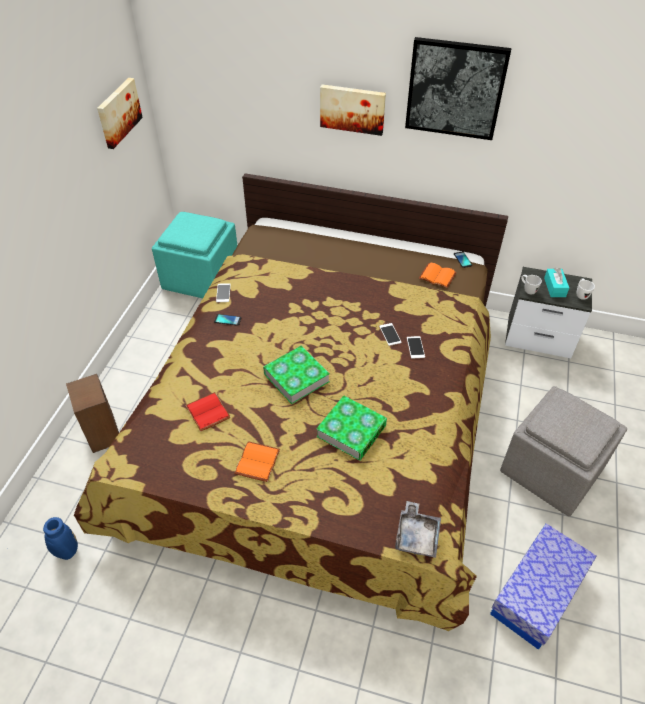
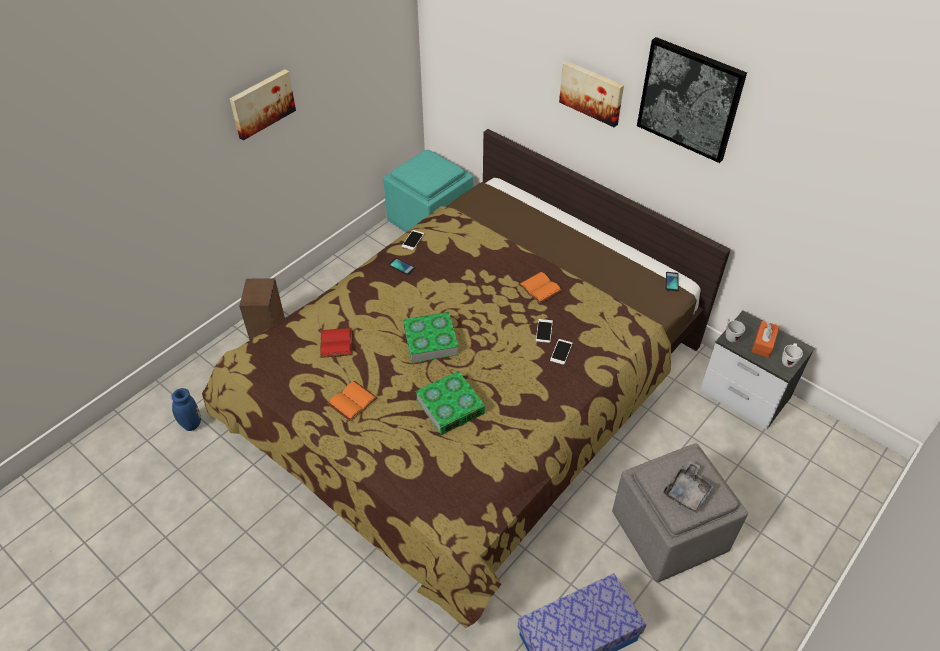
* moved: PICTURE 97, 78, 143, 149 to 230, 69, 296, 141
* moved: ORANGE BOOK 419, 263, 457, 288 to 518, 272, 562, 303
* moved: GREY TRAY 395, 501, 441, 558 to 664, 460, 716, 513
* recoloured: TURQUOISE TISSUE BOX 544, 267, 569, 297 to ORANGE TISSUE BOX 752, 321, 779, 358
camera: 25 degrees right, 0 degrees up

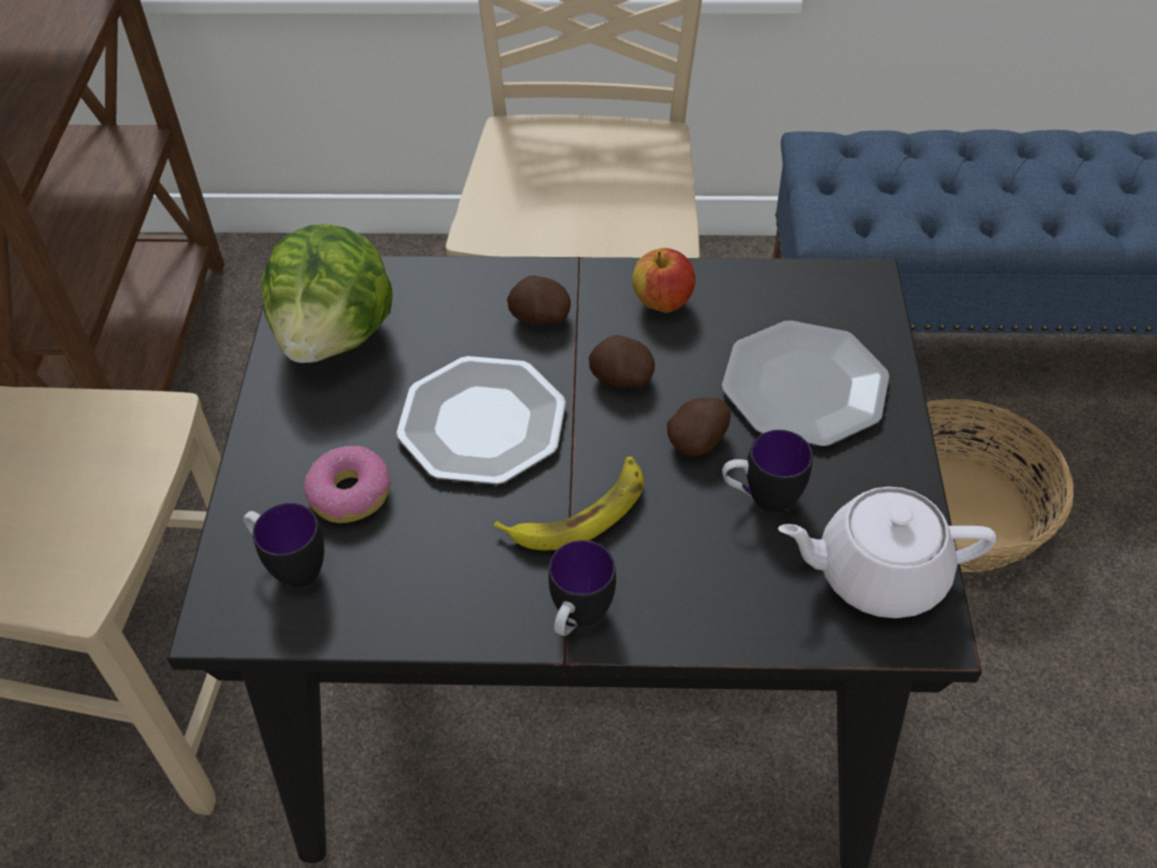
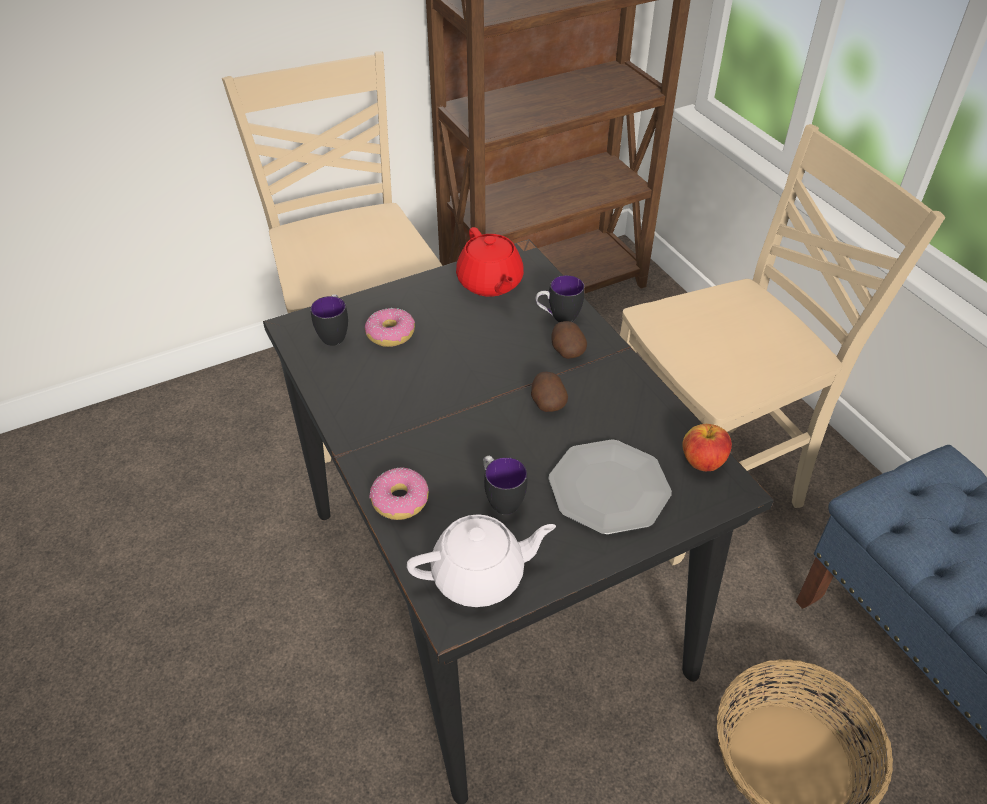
* added: DONUT 369, 468, 429, 520
* turned: WHITE TEAPOT 778, 486, 996, 618 = 407, 514, 556, 607 105 degrees clockwise
* replaced: LETTUCE 261, 224, 393, 363 to RED TEAPOT 456, 227, 524, 297
* moved: MUG 548, 540, 616, 636 to 535, 275, 585, 322
* moved: APPLE 632, 248, 695, 313 to 682, 424, 732, 471
* removed: PLATE 396, 356, 566, 485
* removed: BANANA 494, 456, 644, 551
* removed: POTATO 667, 398, 731, 456
camera: 60 degrees right, 5 degrees down

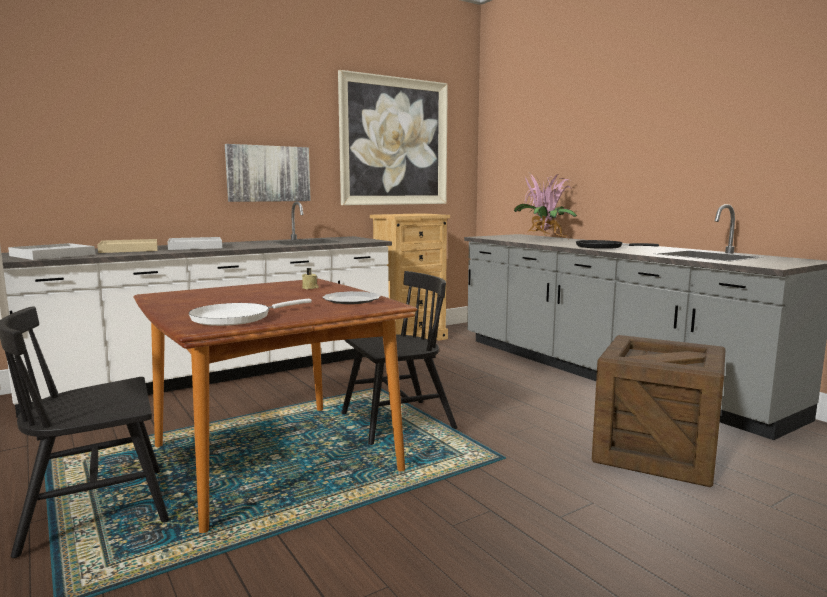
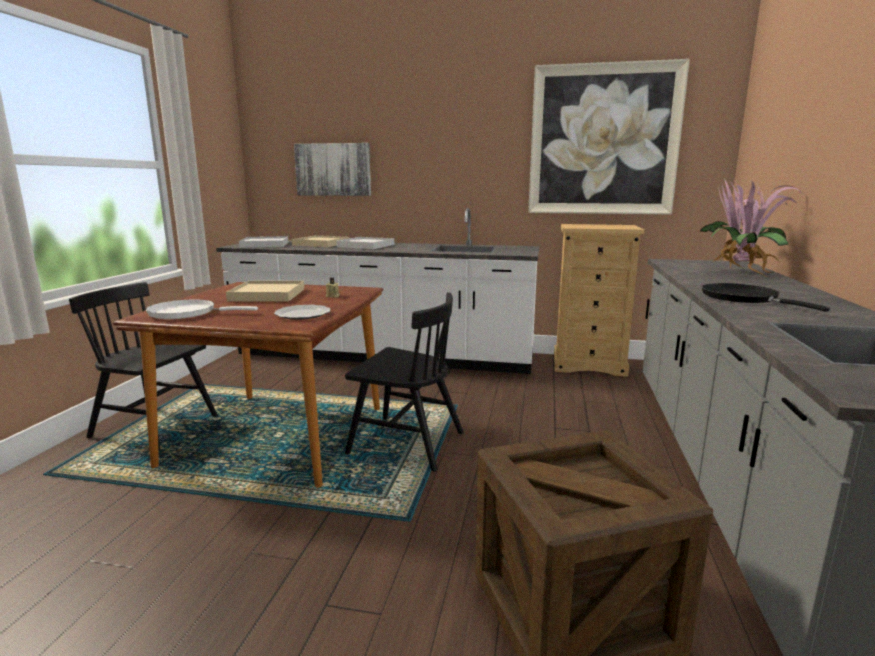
* added: BEIGE TRAY 226, 281, 304, 302
* moved: PICTURE 225, 144, 311, 202 to 294, 143, 371, 196
camera: 45 degrees right, 5 degrees up

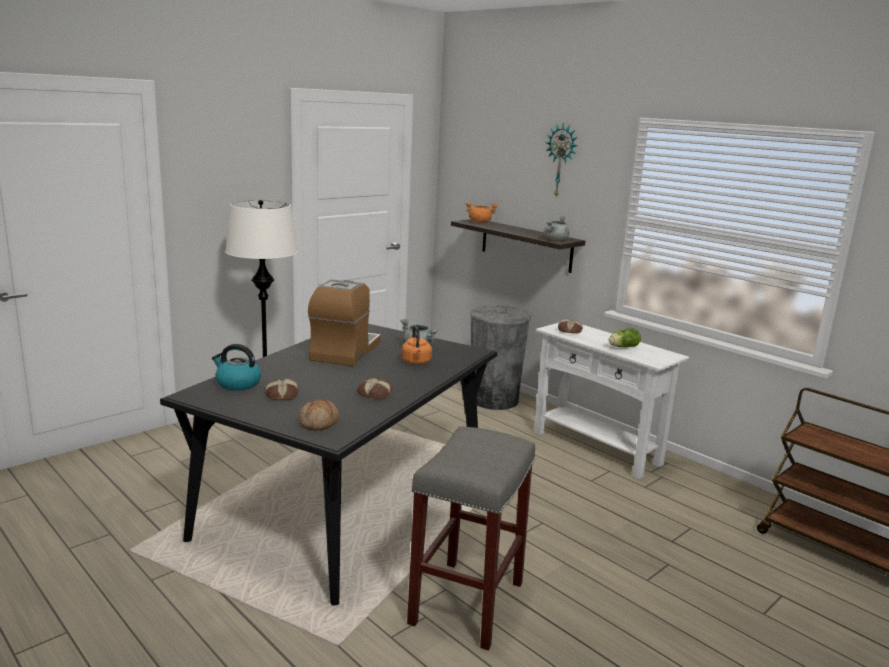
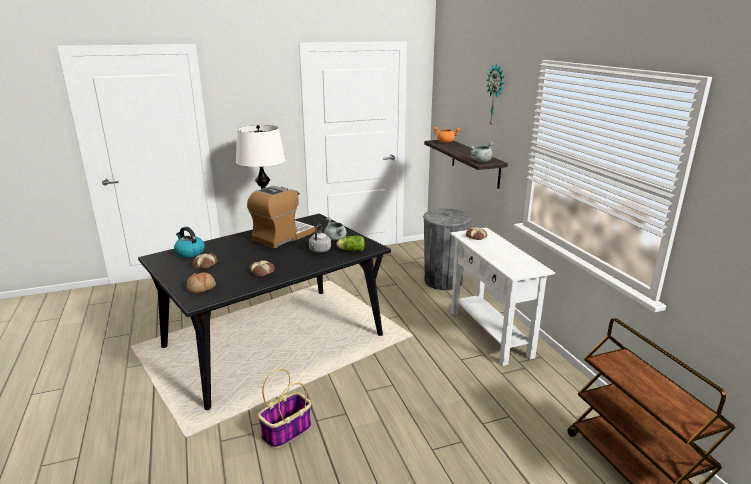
* replaced: GREY STOOL 407, 426, 535, 651 to BASKET 258, 369, 311, 448
* recoloured: ORANGE KETTLE 402, 325, 432, 364 to GREY KETTLE 309, 224, 331, 253
* moved: LETTUCE 608, 328, 641, 347 to 337, 236, 365, 251
camera: 25 degrees right, 5 degrees up

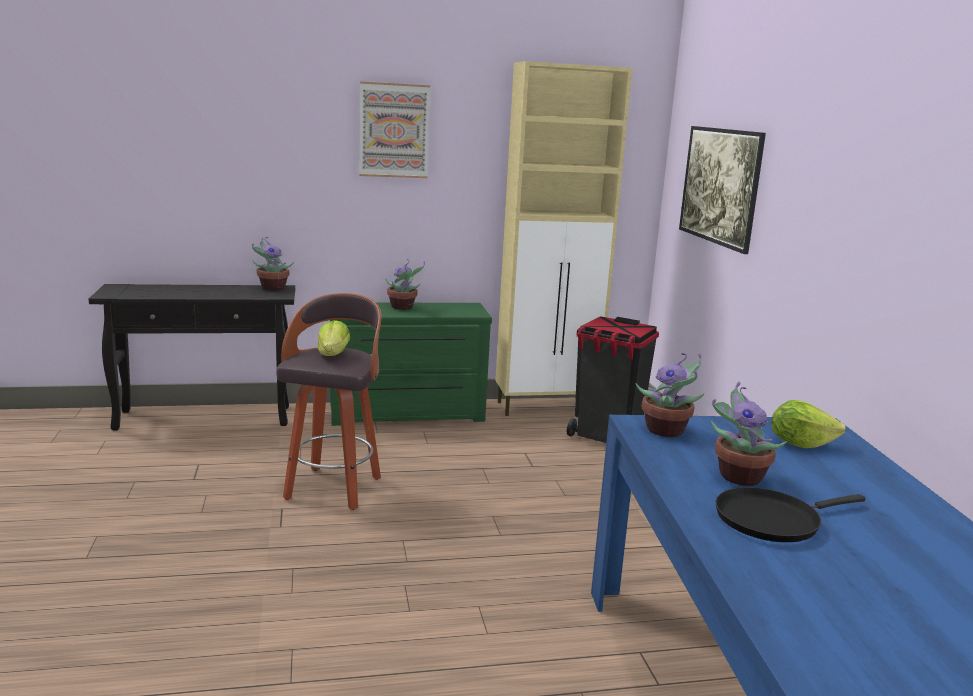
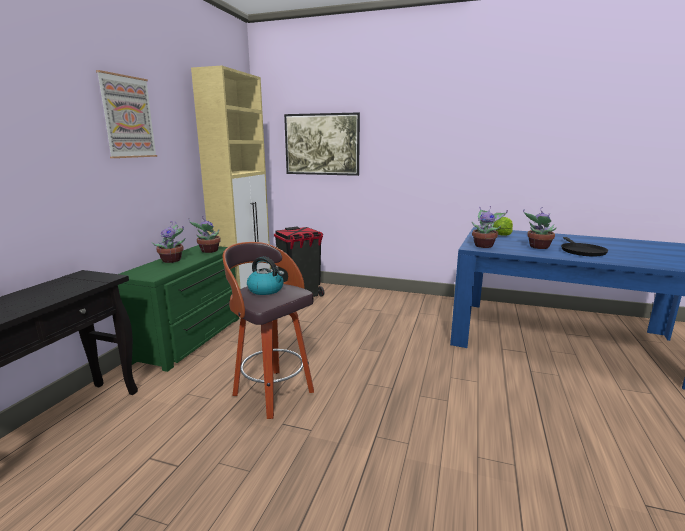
* moved: POTTED PLANT 252, 237, 294, 290 to 188, 216, 221, 253
* replaced: LETTUCE 317, 320, 350, 356 to KETTLE 247, 257, 285, 295
camera: 60 degrees left, 0 degrees up

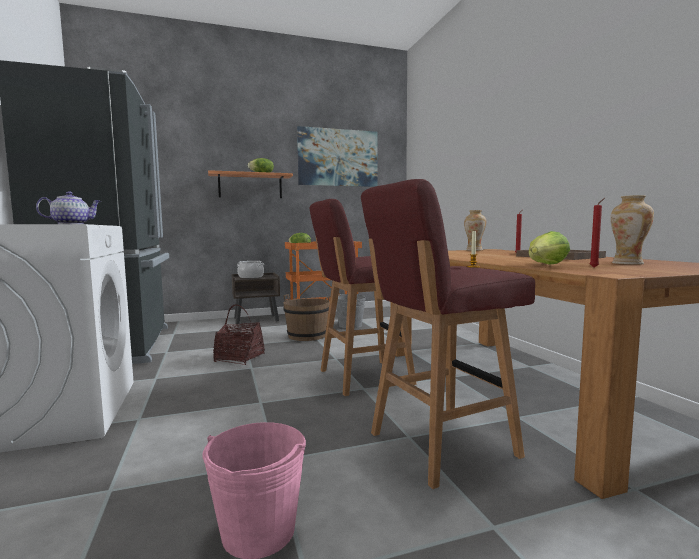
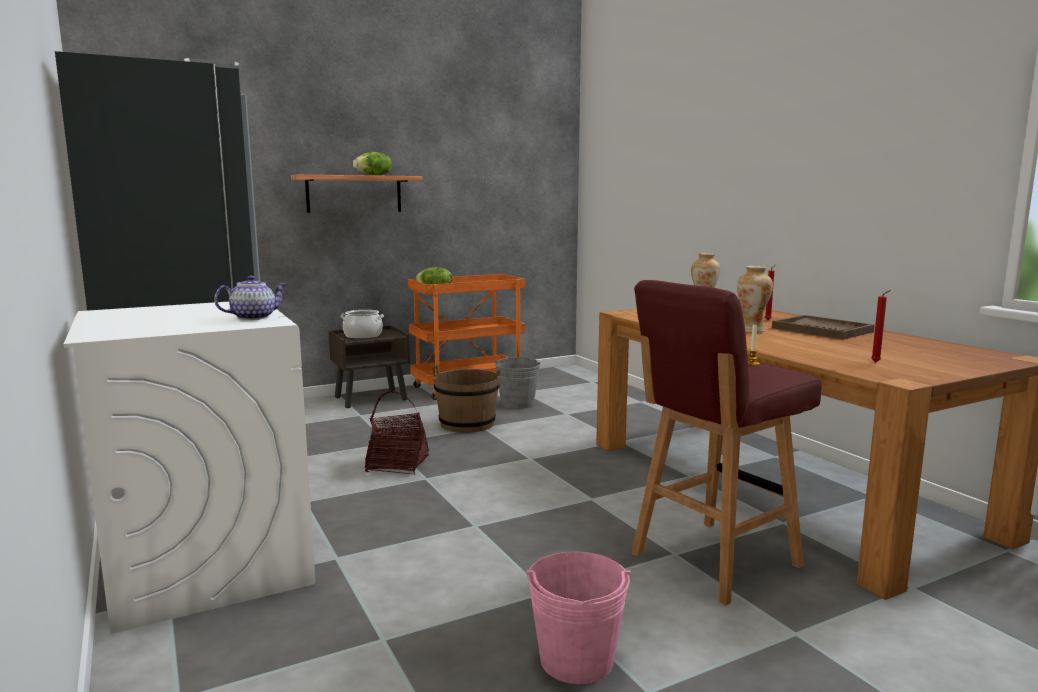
* moved: VASE 610, 195, 654, 265 to 737, 266, 773, 332
* removed: PICTURE 297, 126, 378, 187
* removed: RED STOOL 309, 199, 417, 396
* removed: LETTUCE 529, 231, 570, 265
camera: 10 degrees left, 5 degrees up

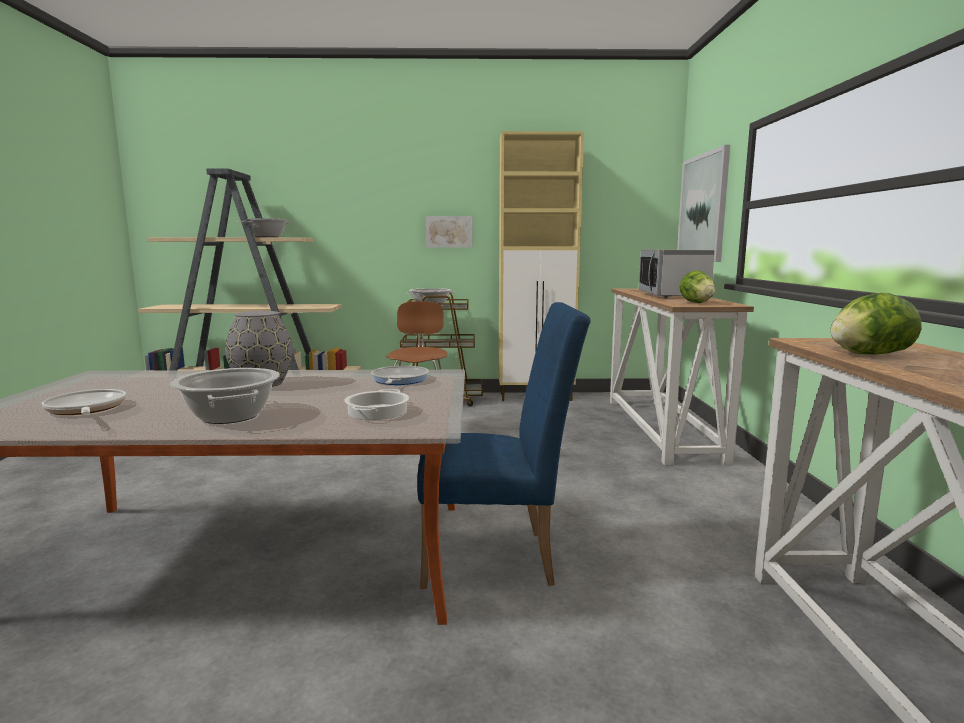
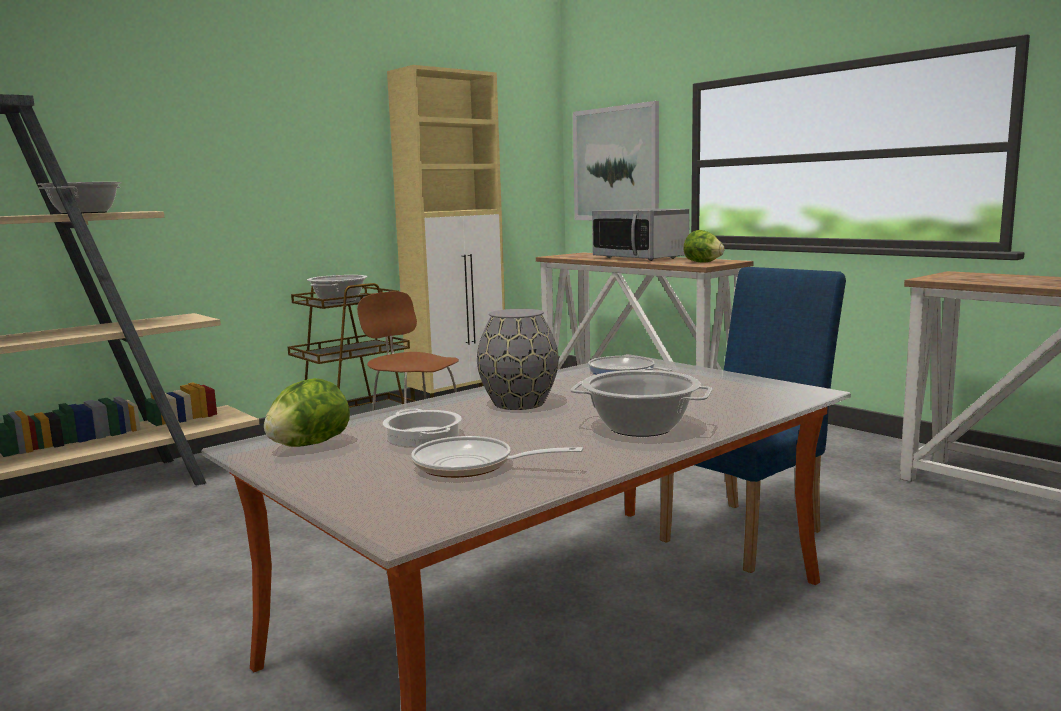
* moved: LETTUCE 830, 293, 922, 355 to 264, 378, 350, 447
* moved: COOKING POT 344, 389, 409, 420 to 383, 409, 462, 447
* removed: PICTURE 426, 216, 472, 248
camera: 40 degrees left, 0 degrees up

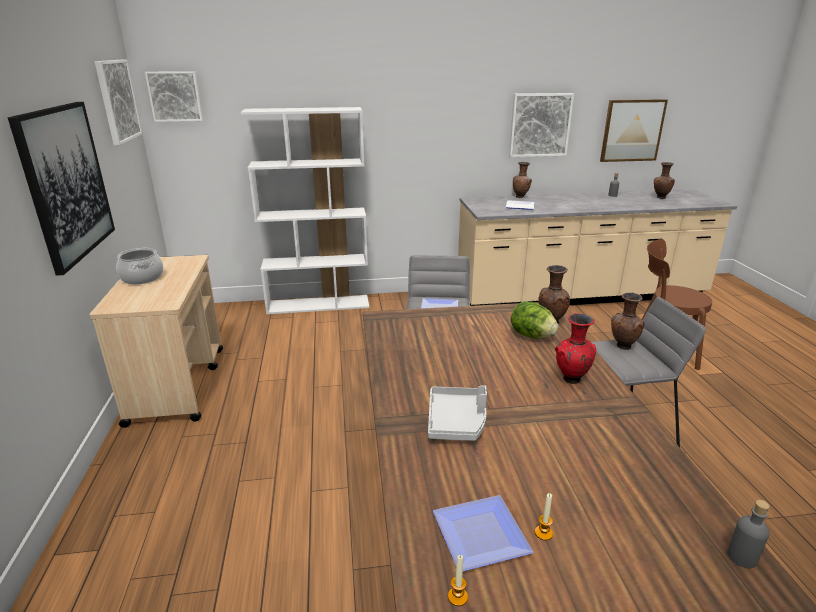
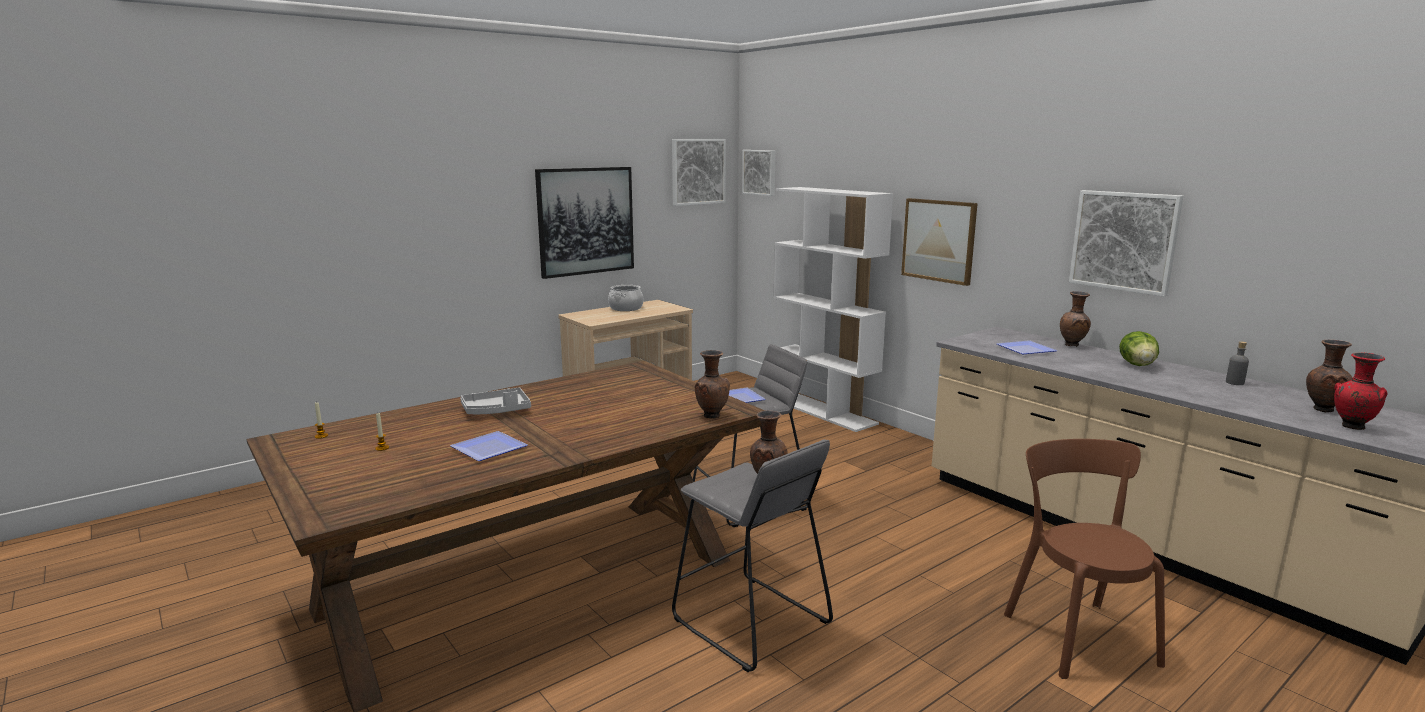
* moved: PLATE 433, 495, 533, 571 to 450, 431, 528, 461
* moved: PICTURE 600, 99, 668, 162 to 901, 198, 978, 286
* moved: LETTUCE 511, 301, 559, 339 to 1119, 331, 1159, 366
* moved: RED VASE 555, 313, 596, 384 to 1334, 352, 1388, 430
* removed: GREY BOTTLE 727, 500, 770, 568
camera: 60 degrees right, 10 degrees down

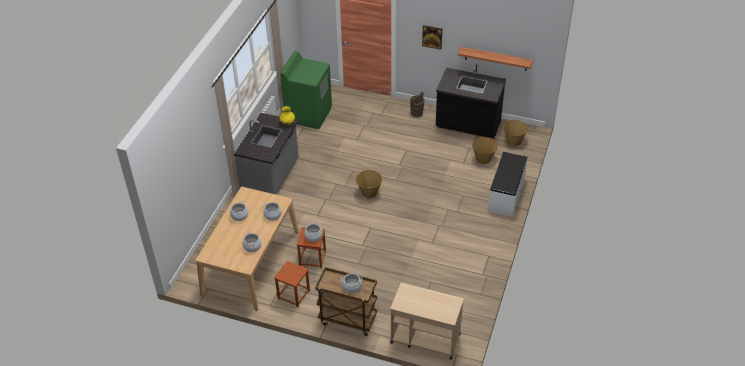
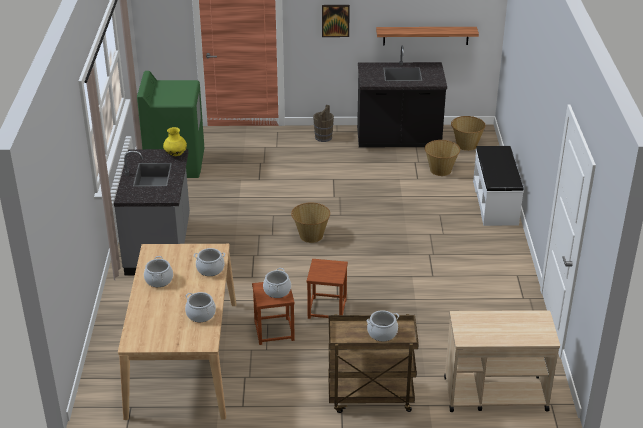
* moved: BROWN STOOL 274, 261, 310, 307 to 307, 259, 348, 319
camera: 20 degrees left, 10 degrees down

